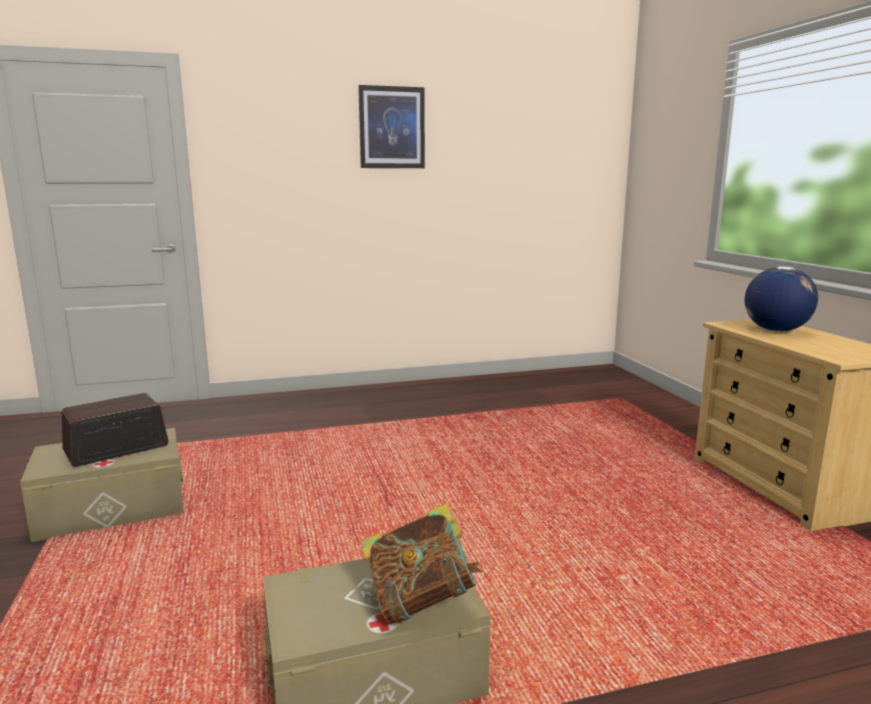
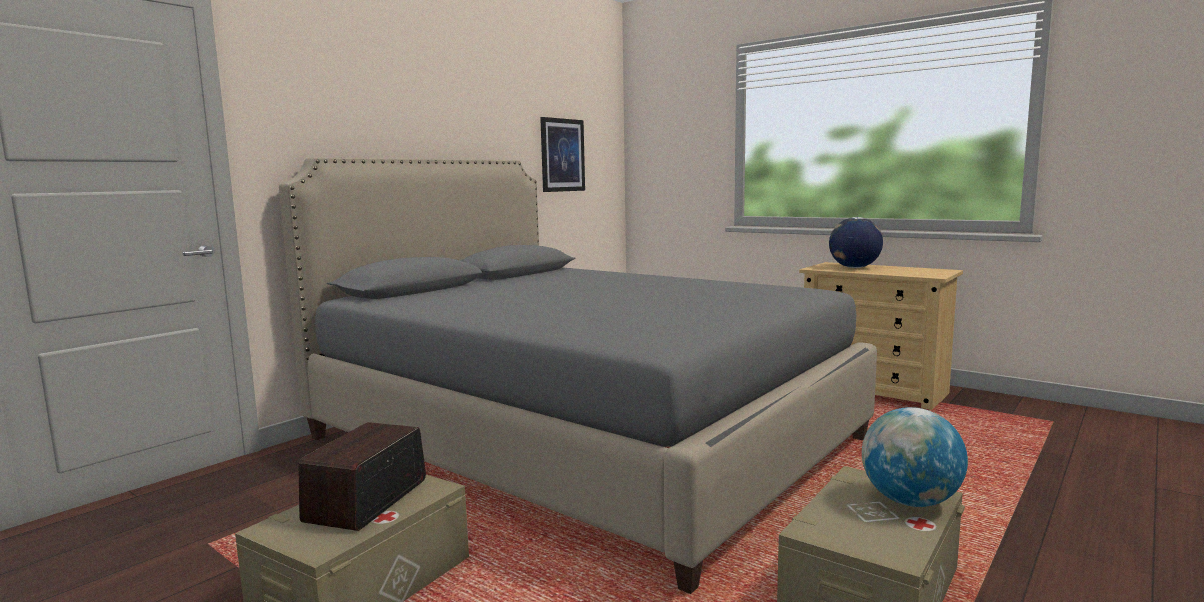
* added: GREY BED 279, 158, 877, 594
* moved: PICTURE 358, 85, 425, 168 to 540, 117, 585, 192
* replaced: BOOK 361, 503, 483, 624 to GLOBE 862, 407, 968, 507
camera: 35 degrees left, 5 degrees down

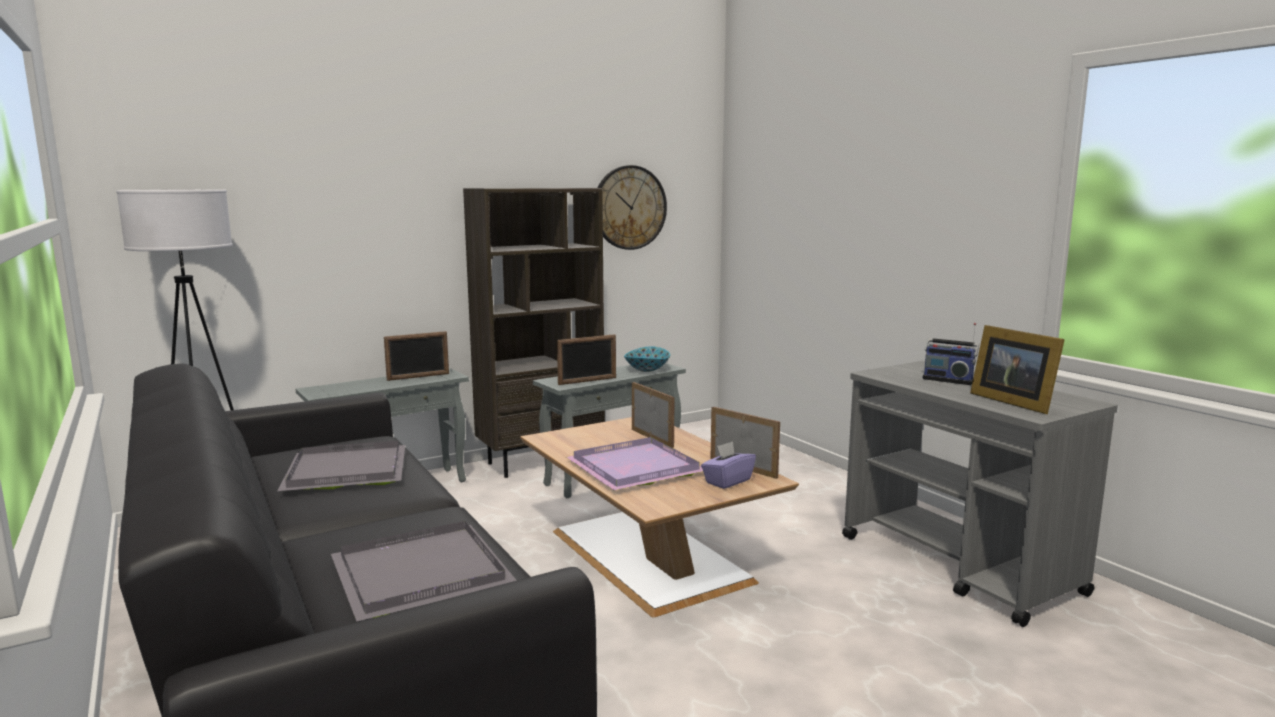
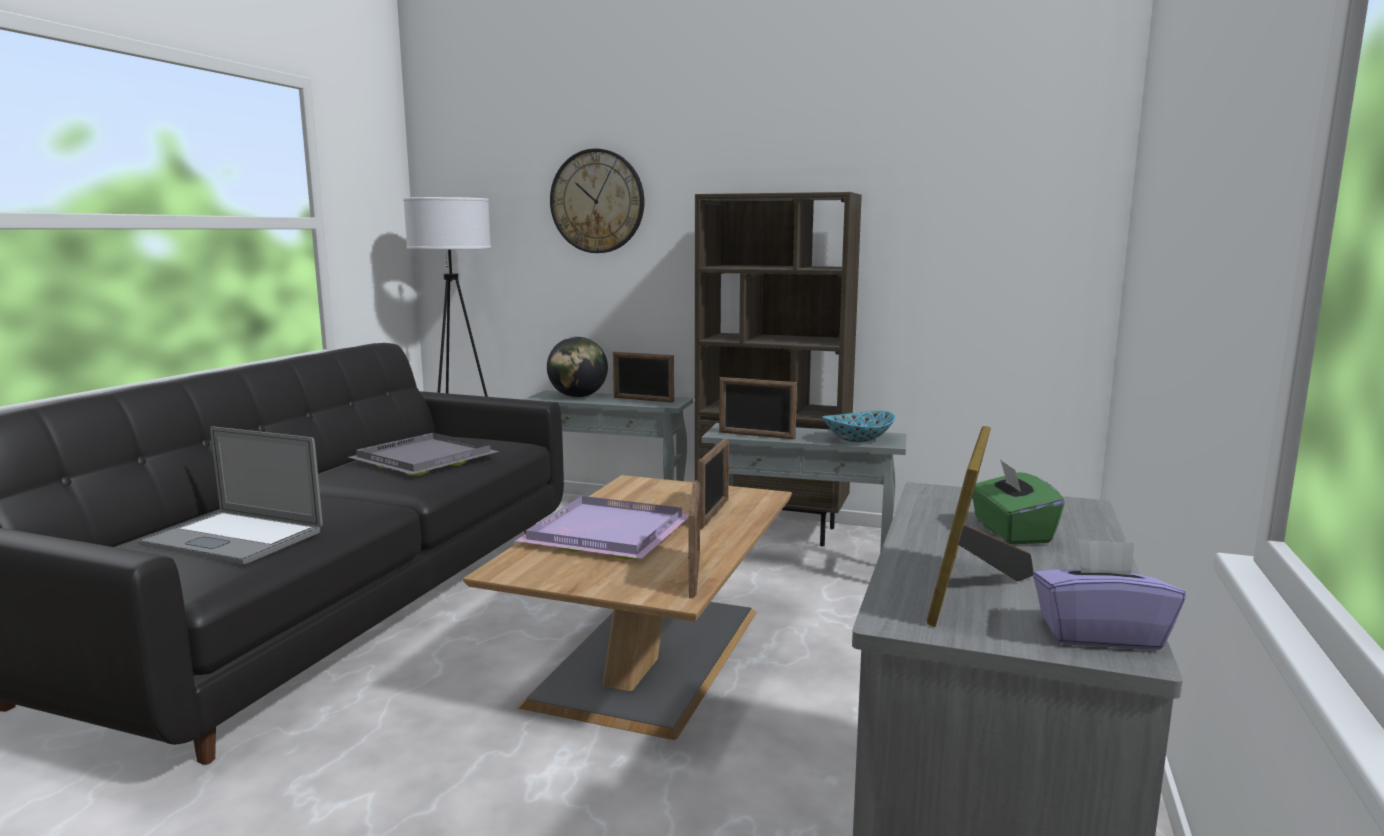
* replaced: GREY TRAY 331, 521, 517, 622 to LAPTOP 138, 426, 323, 564
* added: GLOBE 547, 337, 608, 398
* moved: WALL CLOCK 598, 165, 667, 250 to 550, 148, 644, 253
* replaced: RADIO 923, 323, 979, 385 to GREEN TISSUE BOX 972, 459, 1065, 544
* moved: PURPLE TISSUE BOX 701, 441, 756, 489 to 1033, 539, 1186, 650
camera: 50 degrees right, 0 degrees up

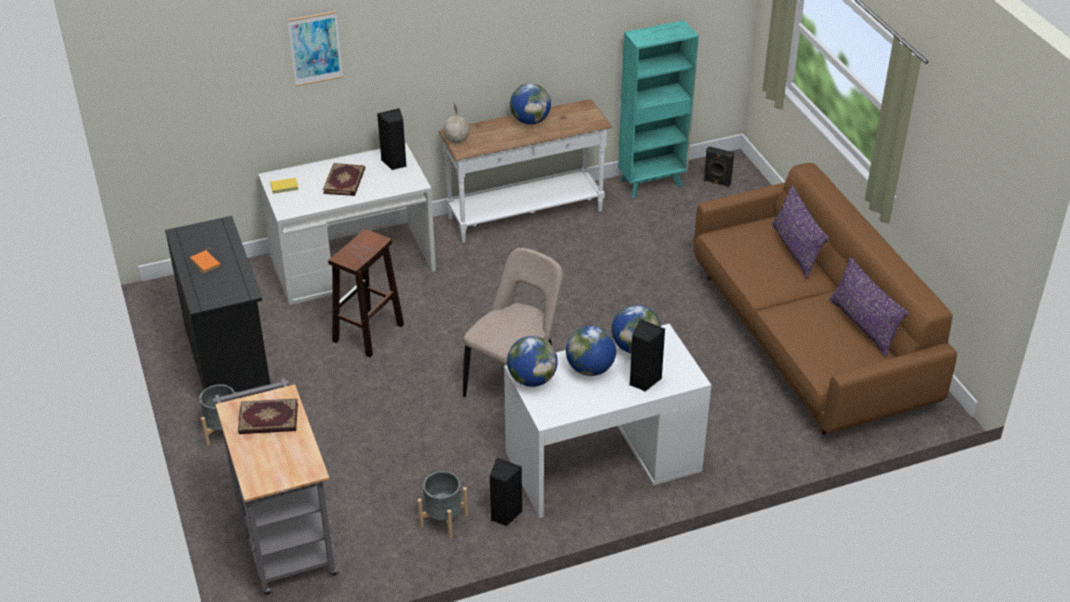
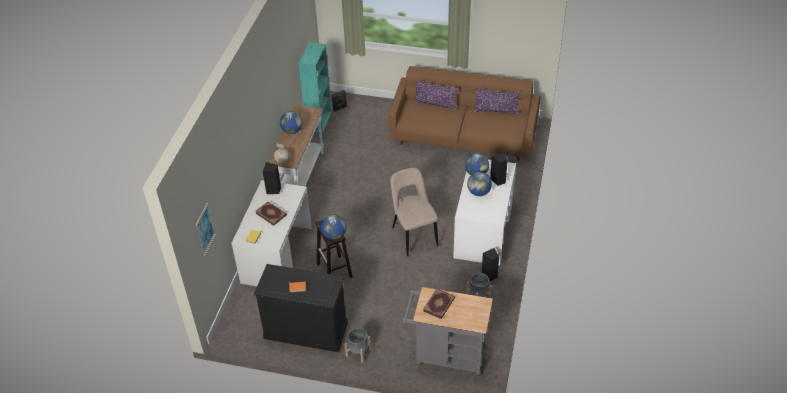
* moved: PICTURE 287, 11, 343, 86 to 196, 203, 216, 256
* moved: GLOBE 507, 336, 558, 387 to 321, 214, 347, 240
camera: 55 degrees left, 5 degrees up

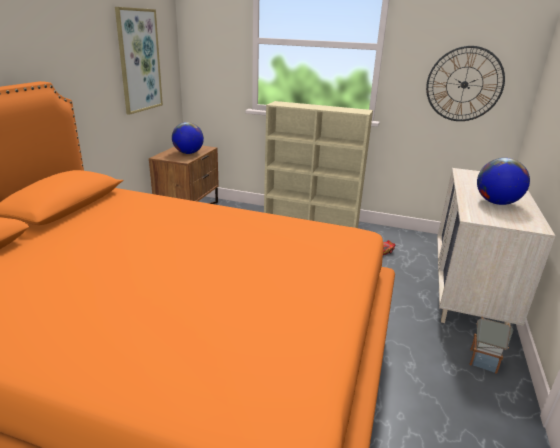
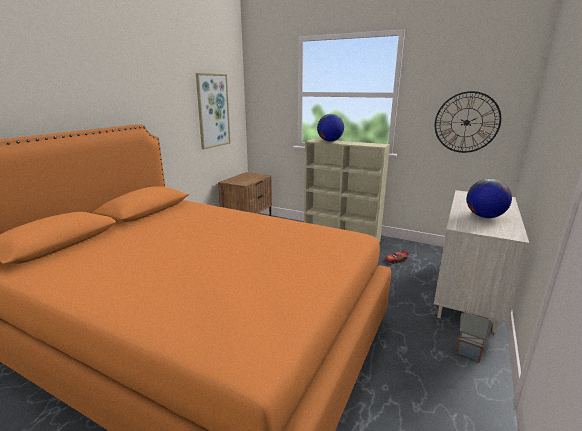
* moved: GLOBE 172, 122, 204, 154 to 317, 114, 344, 142
camera: 10 degrees right, 5 degrees down

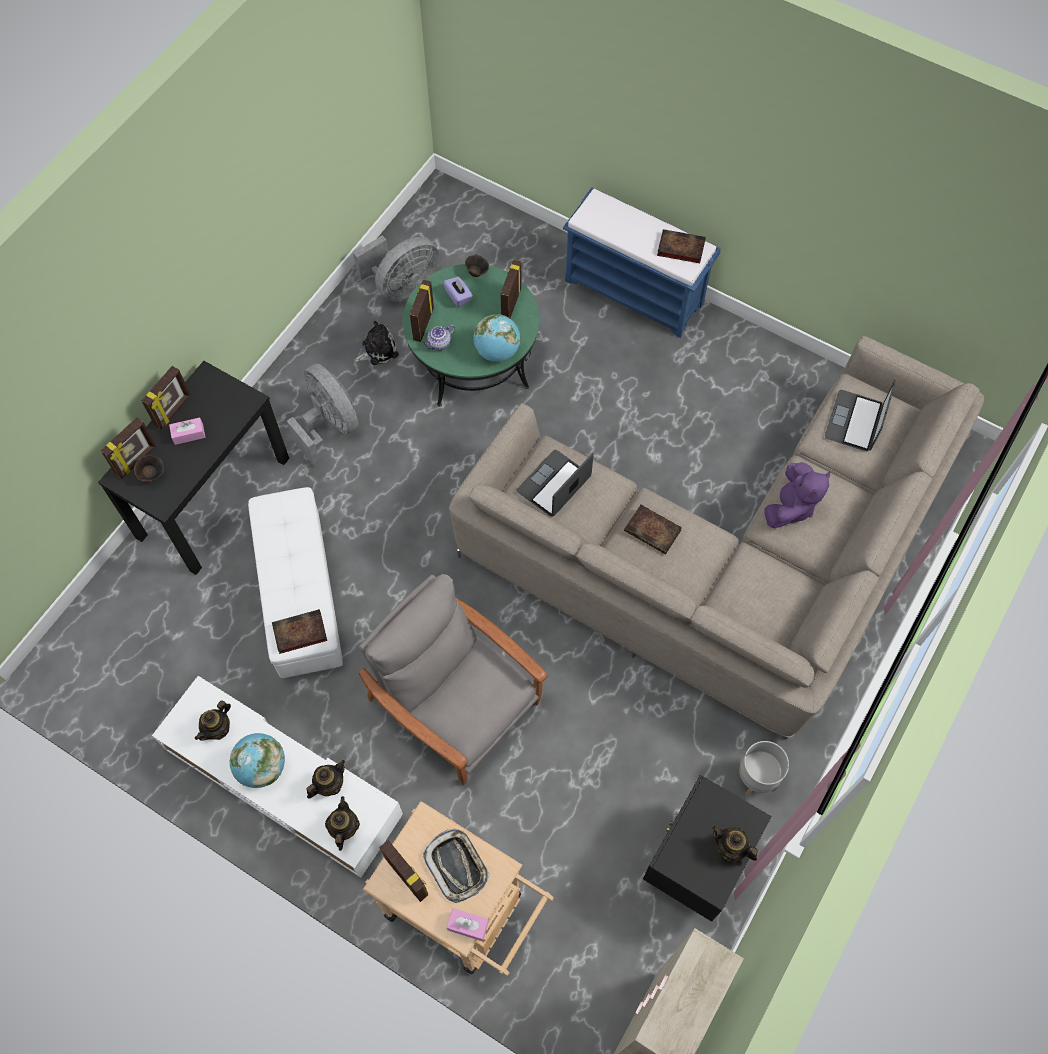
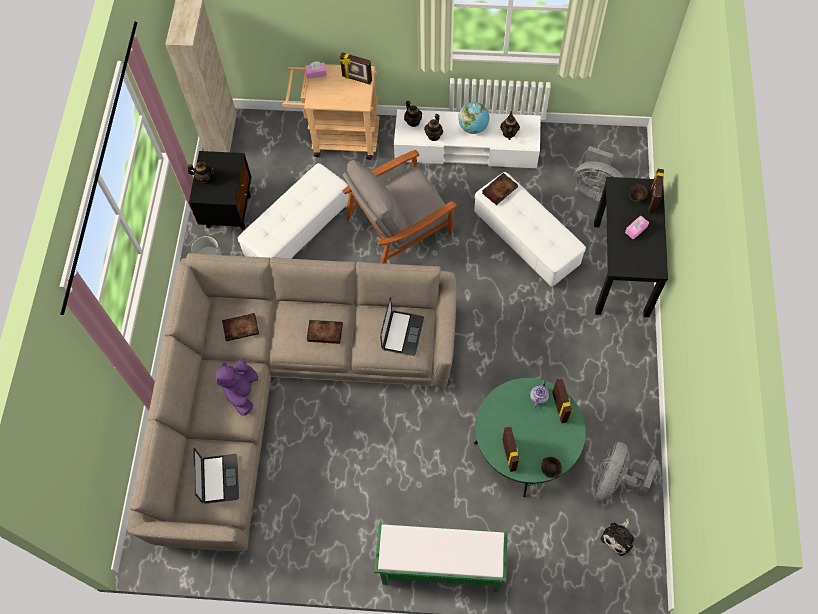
* moved: BOOK 657, 229, 706, 263 to 222, 313, 259, 341
* added: WHITE OTTOMAN 237, 163, 349, 259
* turned: GREY ARMCHAIR 359, 574, 548, 785 = 343, 150, 457, 264 135 degrees clockwise
* recoloured: BLUE BENCH 563, 187, 721, 338 to GREEN BENCH 374, 524, 508, 593
* moved: GREY FAN 287, 363, 358, 467 to 574, 146, 624, 200
* moved: PLUSH TOY 354, 321, 399, 365 to 601, 518, 634, 556
* removed: PICTURE FRAME 142, 366, 190, 429
* removed: TRAY 423, 829, 490, 903
* removed: PURPLE TISSUE BOX 443, 277, 473, 308
* removed: GLOBE 473, 314, 521, 362
camera: 155 degrees right, 0 degrees up

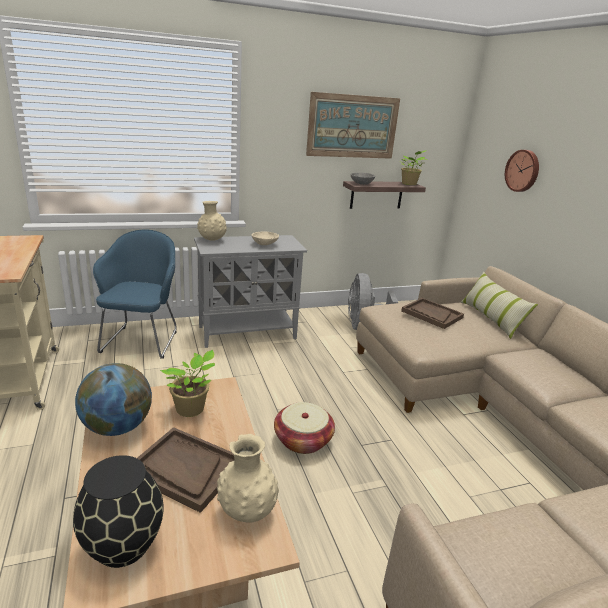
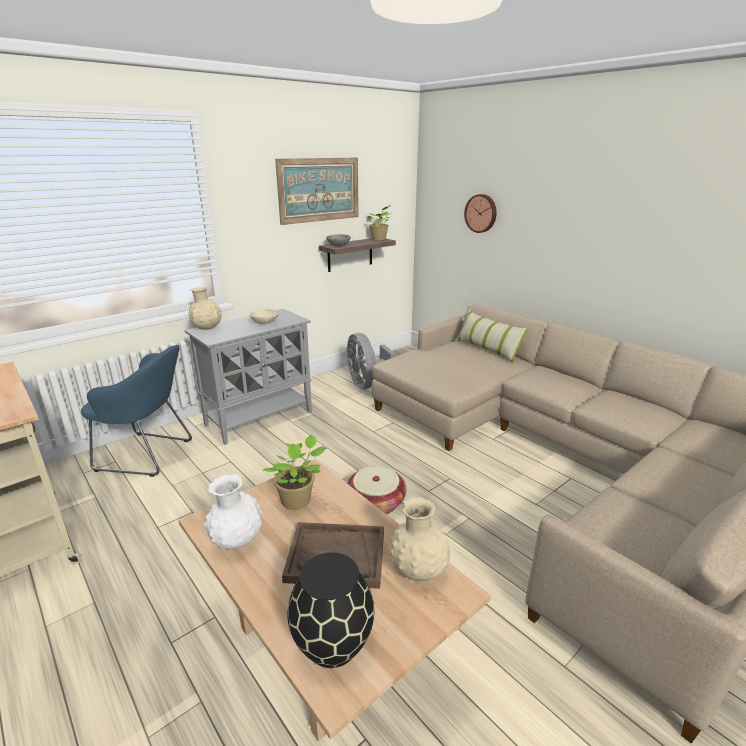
* turned: BLUE ARMCHAIR 93, 229, 177, 359 = 81, 345, 192, 477 120 degrees clockwise
* replaced: GLOBE 75, 363, 152, 436 to WHITE VASE 204, 474, 262, 549
* removed: BROWN TRAY 401, 298, 464, 329
camera: 20 degrees left, 0 degrees up

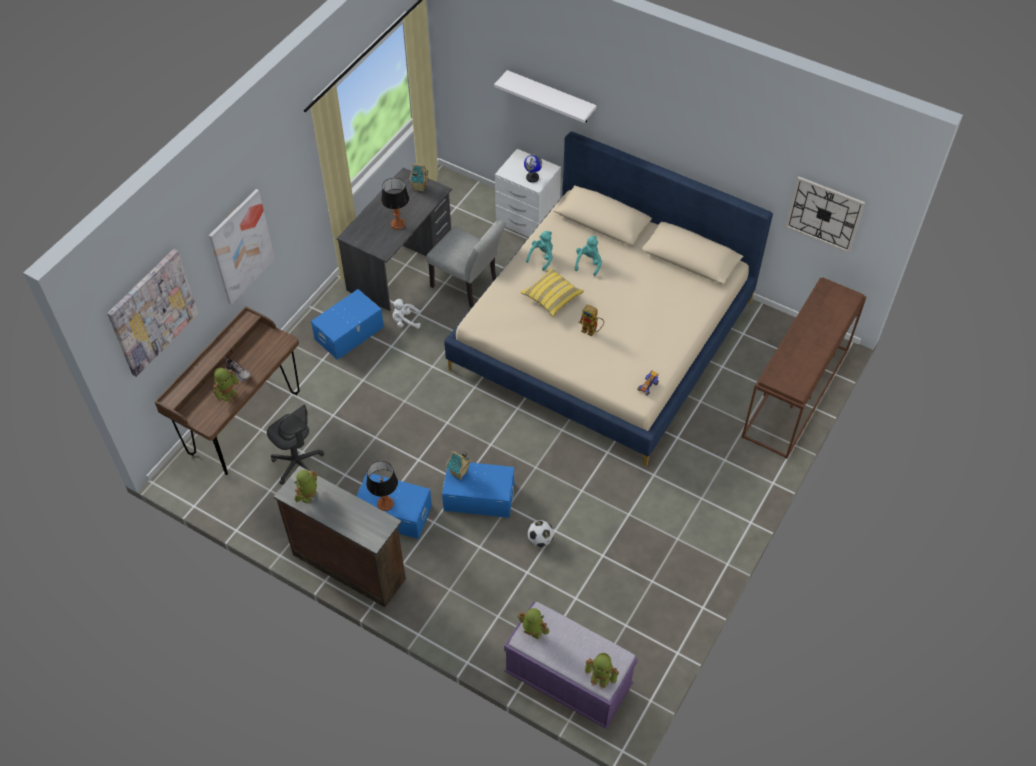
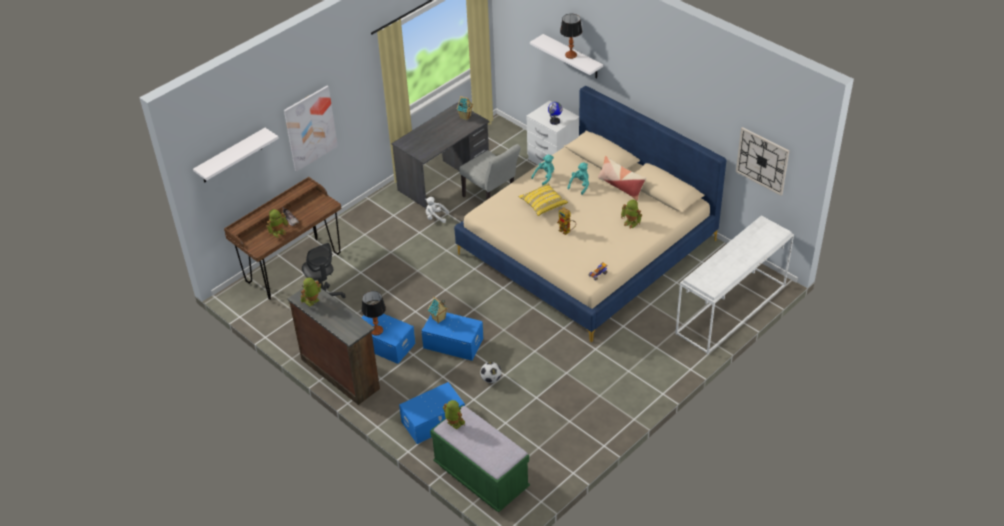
* replaced: PICTURE 107, 249, 198, 377 to WHITE SHELF 193, 128, 279, 182
* moved: BLUE STORAGE BOX 311, 289, 384, 360 to 399, 382, 465, 444
* recoloured: PURPLE BENCH 504, 601, 638, 729 to GREEN BENCH 430, 405, 530, 512
* moved: TABLE LAMP 381, 178, 409, 230 to 560, 14, 582, 59
* added: PILLOW 598, 156, 646, 201
* moved: TOY ROBOT 585, 653, 619, 689 to 621, 199, 642, 229
* recoloured: BROWN CONSOLE TABLE 742, 277, 867, 459 to WHITE CONSOLE TABLE 675, 216, 794, 354
camera: 15 degrees right, 10 degrees down

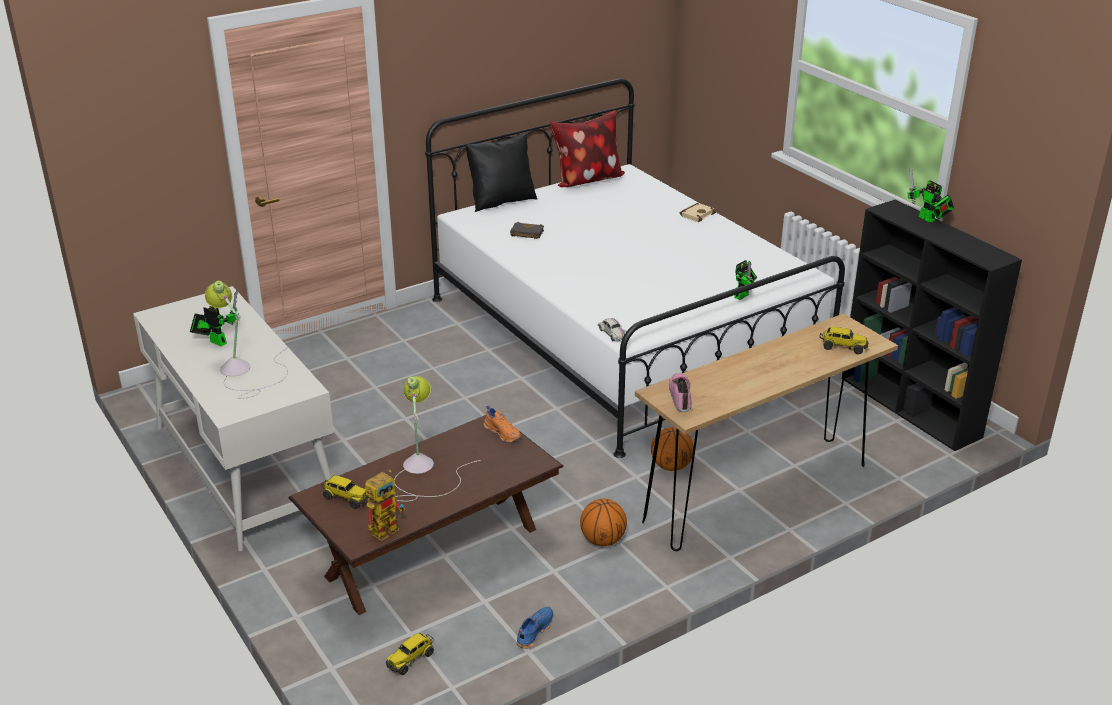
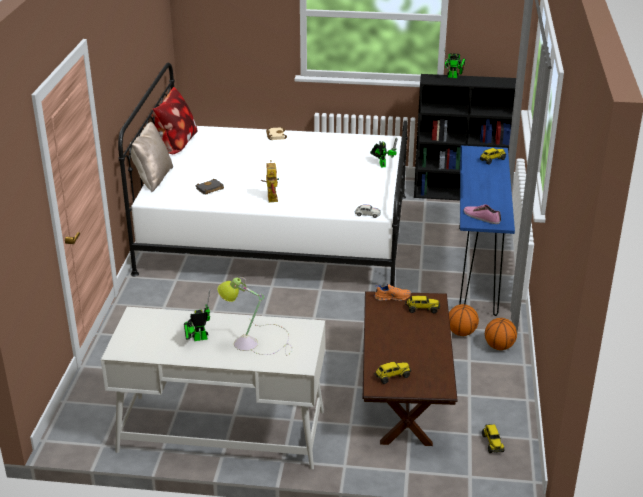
* recoloured: BLACK PILLOW 466, 133, 537, 212 to BEIGE PILLOW 129, 122, 173, 192
* moved: TOY ROBOT 365, 470, 405, 541 to 261, 160, 279, 202
* added: TOY TRUCK 405, 296, 440, 313
* recoloured: BROWN CONSOLE TABLE 635, 314, 898, 551 to BLUE CONSOLE TABLE 459, 146, 515, 316
* moved: BASKETBALL 651, 427, 694, 471 to 485, 318, 517, 350
* removed: TABLE LAMP 394, 376, 481, 502
* removed: BLUE SHOE 517, 607, 553, 649
camera: 50 degrees left, 0 degrees up

